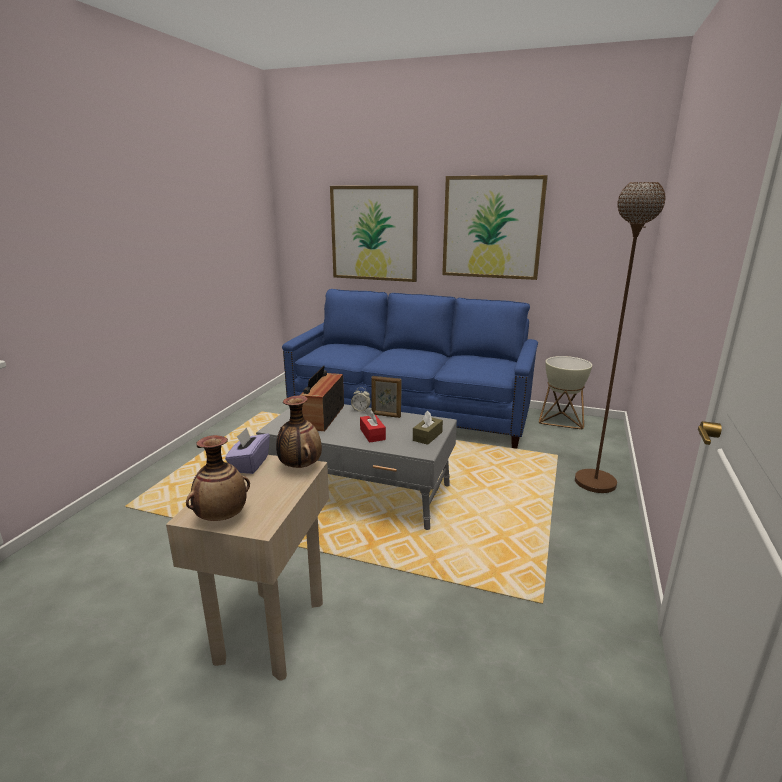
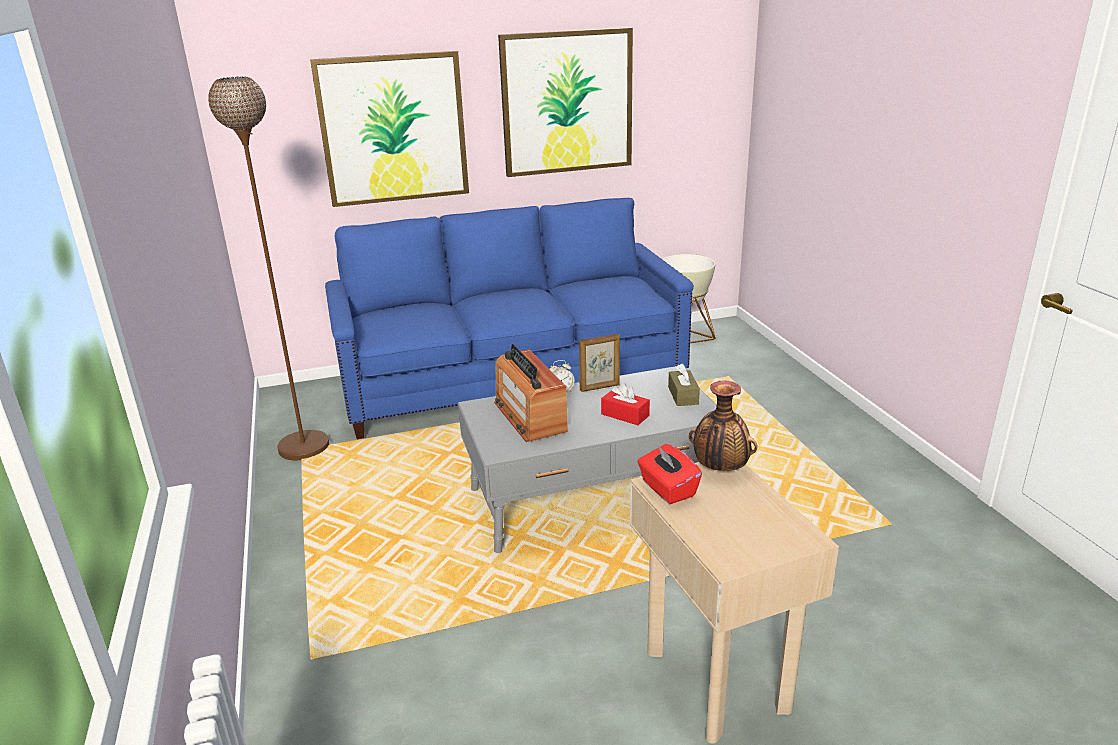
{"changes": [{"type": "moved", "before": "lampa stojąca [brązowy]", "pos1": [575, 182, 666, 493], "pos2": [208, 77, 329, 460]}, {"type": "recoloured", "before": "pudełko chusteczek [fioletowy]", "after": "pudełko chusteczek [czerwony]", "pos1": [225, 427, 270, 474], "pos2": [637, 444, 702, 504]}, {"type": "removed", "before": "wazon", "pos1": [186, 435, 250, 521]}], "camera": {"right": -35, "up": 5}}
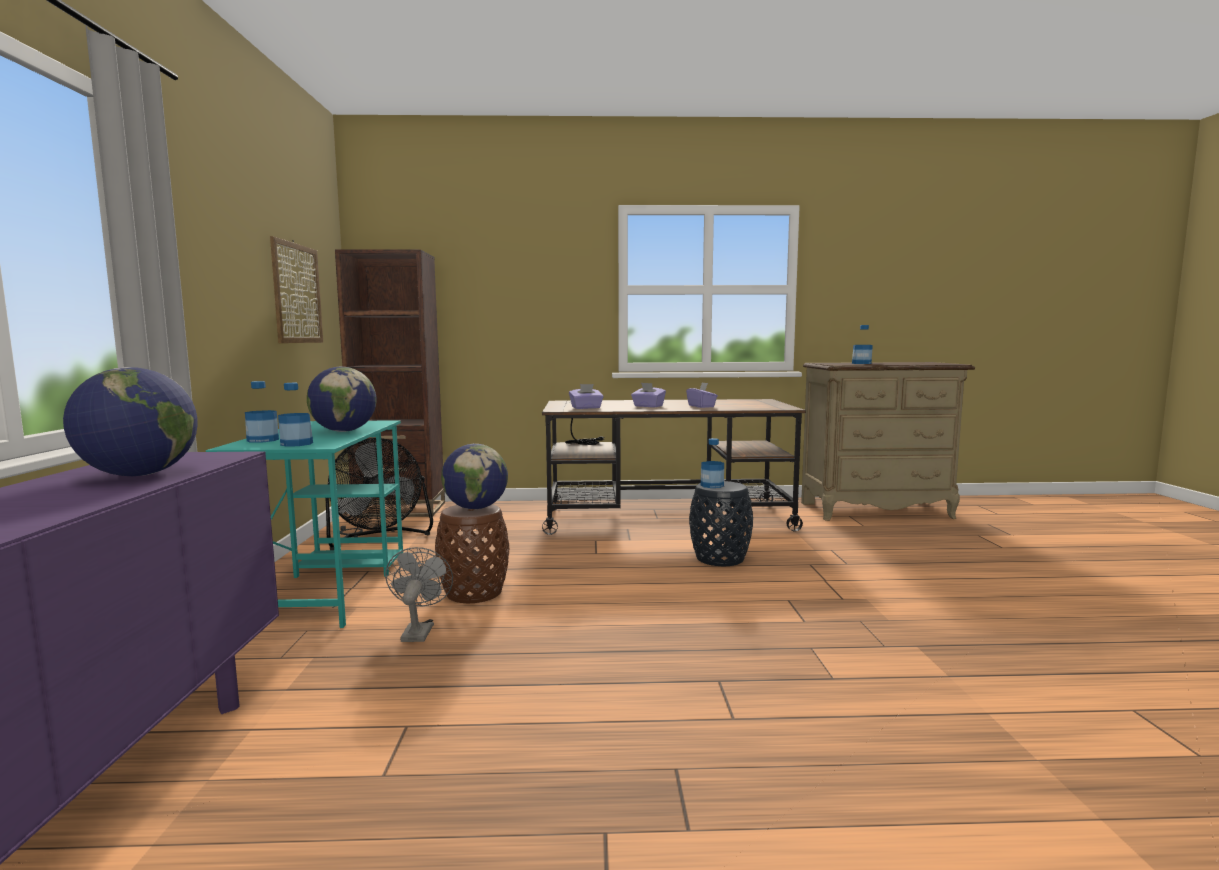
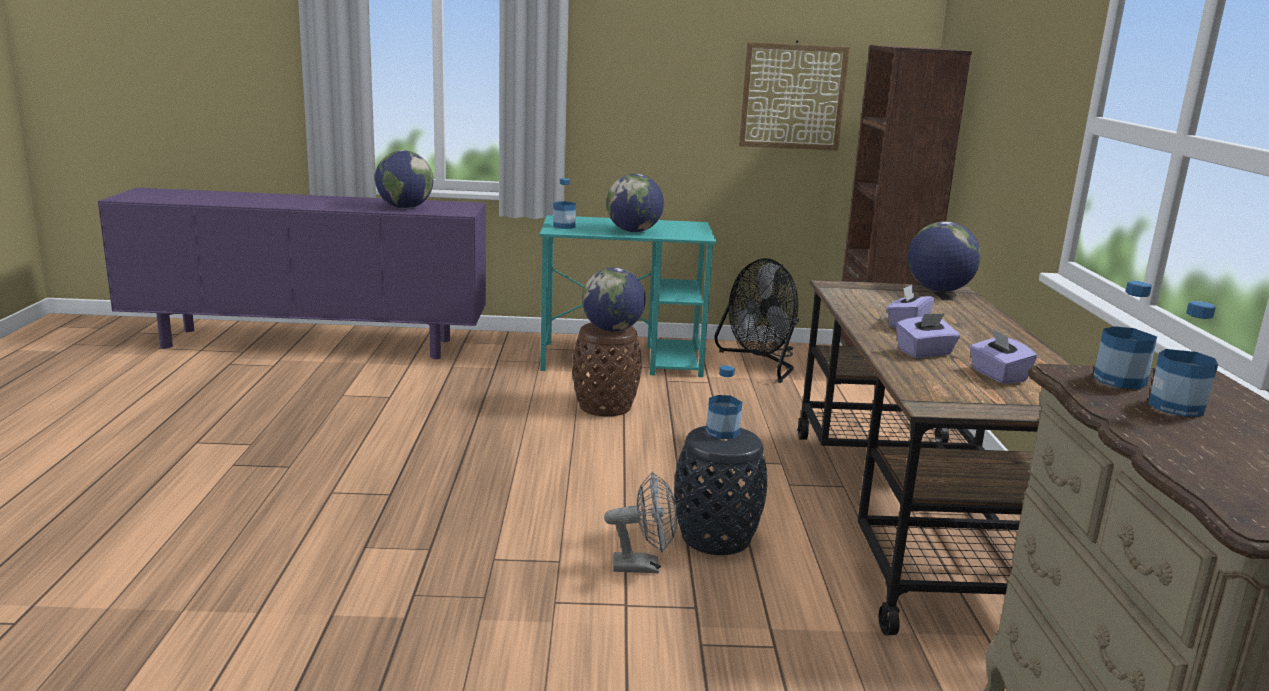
{"changes": [{"type": "moved", "before": "butelka", "pos1": [245, 381, 279, 443], "pos2": [1093, 281, 1157, 389]}, {"type": "moved", "before": "pudełko chusteczek [fioletowy]", "pos1": [569, 384, 604, 409], "pos2": [969, 329, 1037, 384]}, {"type": "moved", "before": "wentylator [szary]", "pos1": [385, 547, 453, 642], "pos2": [604, 472, 677, 573]}, {"type": "added", "after": "globus", "pos2": [908, 221, 981, 292]}], "camera": {"right": 90, "up": 10}}
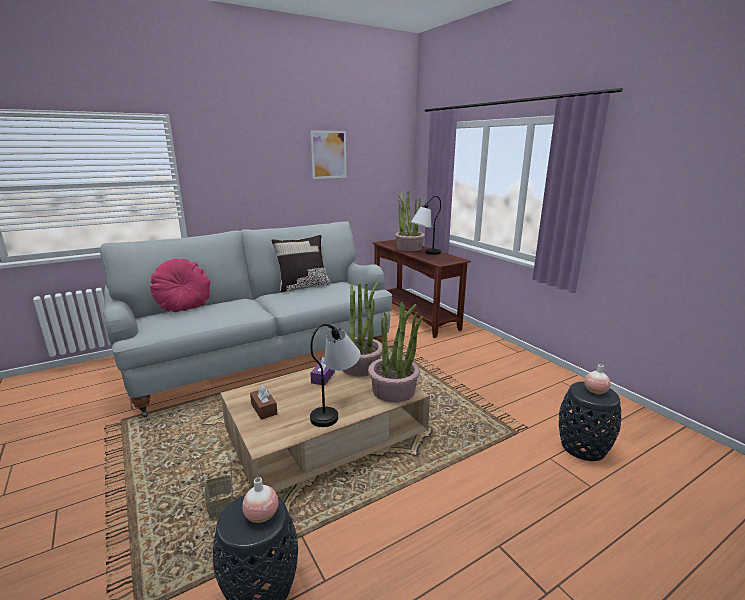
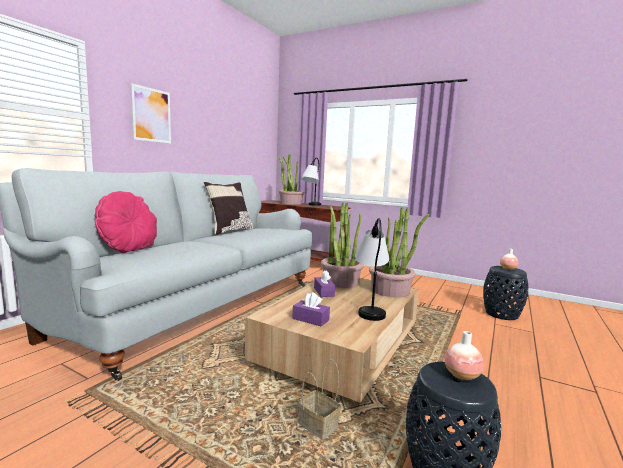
{"changes": [{"type": "moved", "before": "obraz", "pos1": [310, 130, 347, 179], "pos2": [131, 83, 171, 144]}, {"type": "recoloured", "before": "pudełko chusteczek [brązowy]", "after": "pudełko chusteczek [fioletowy]", "pos1": [250, 385, 277, 420], "pos2": [293, 292, 330, 327]}], "camera": {"right": -30, "up": -10}}
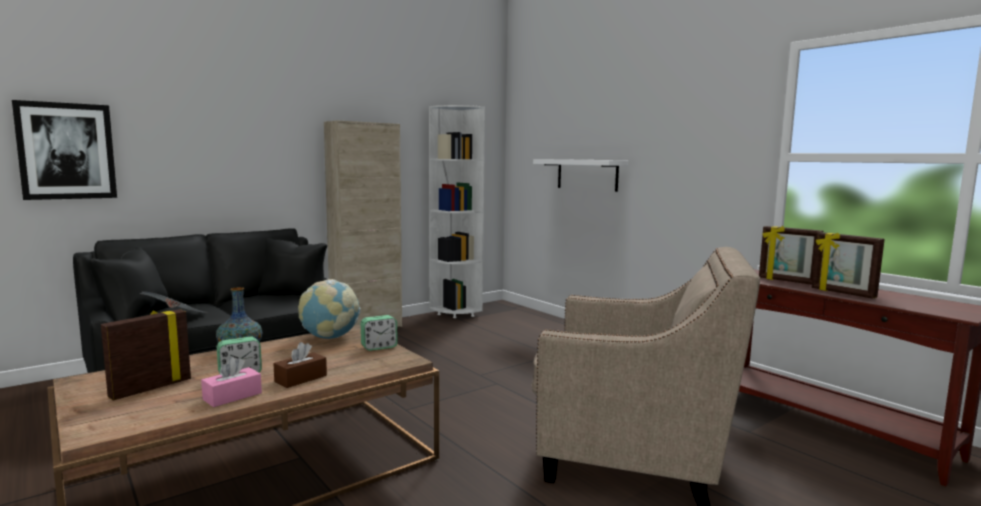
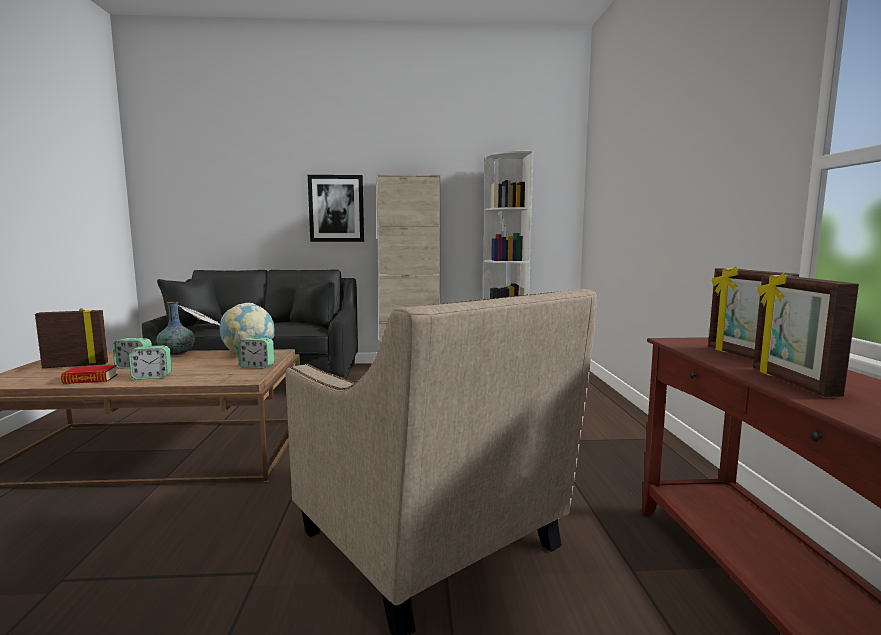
{"changes": [{"type": "moved", "before": "obraz", "pos1": [12, 100, 117, 200], "pos2": [308, 175, 364, 242]}, {"type": "removed", "before": "półka [biały]", "pos1": [533, 159, 628, 192]}, {"type": "replaced", "before": "pudełko chusteczek [brązowy]", "after": "budzik", "pos1": [273, 342, 327, 388], "pos2": [129, 345, 172, 380]}, {"type": "replaced", "before": "pudełko chusteczek [różowy]", "after": "książka", "pos1": [201, 357, 262, 407], "pos2": [61, 365, 117, 384]}], "camera": {"right": 35, "up": 0}}
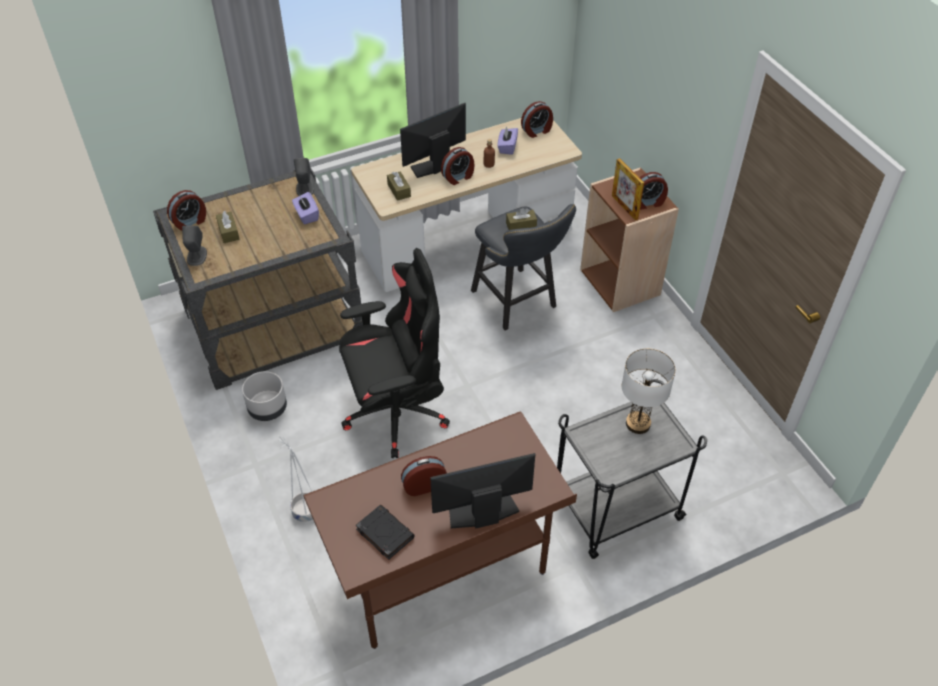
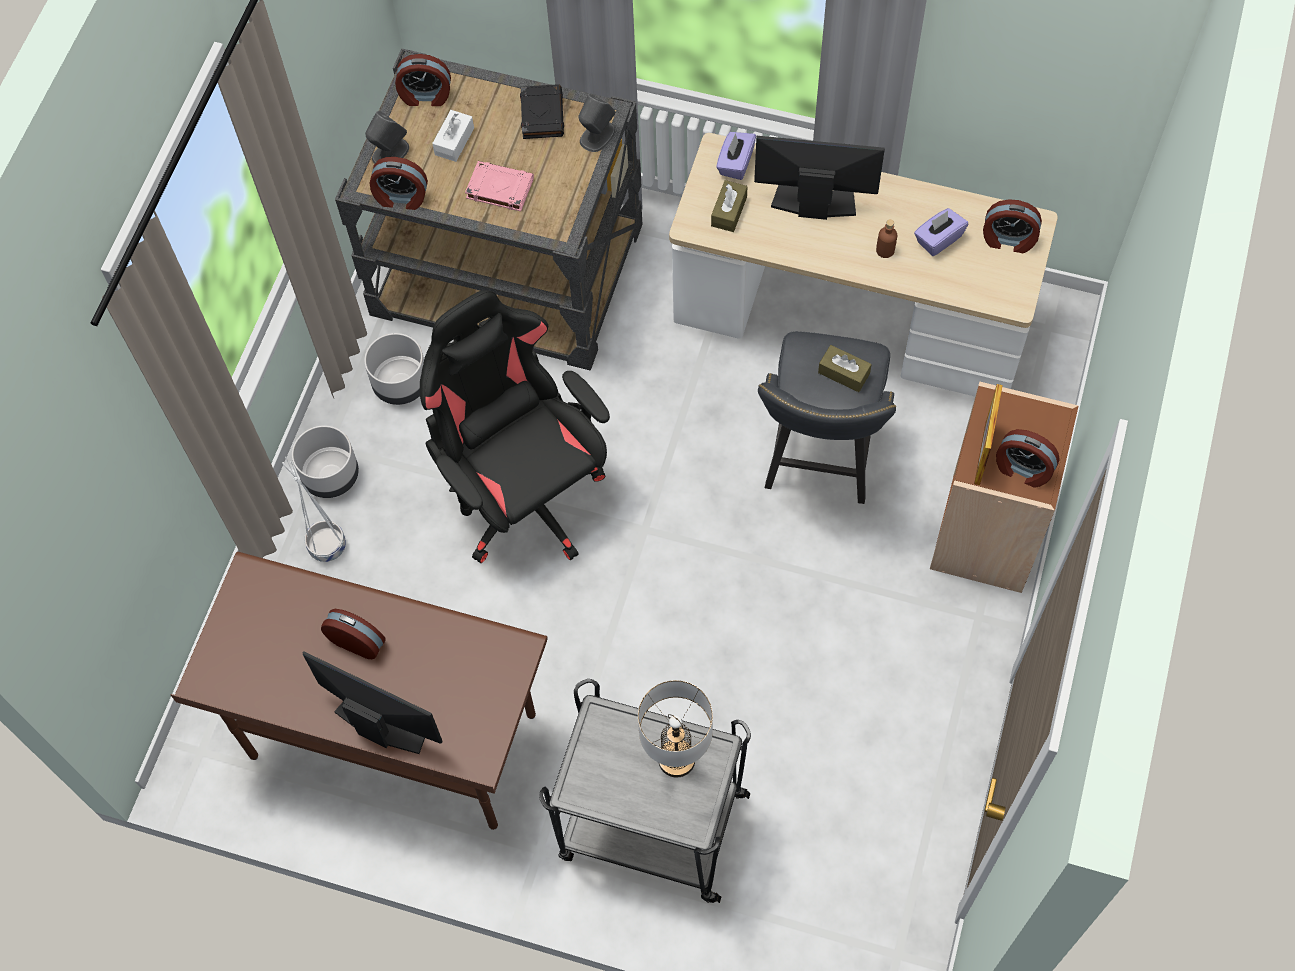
{"changes": [{"type": "moved", "before": "budzik", "pos1": [441, 147, 474, 185], "pos2": [369, 157, 428, 210]}, {"type": "moved", "before": "pudełko chusteczek [fioletowy]", "pos1": [292, 192, 319, 224], "pos2": [716, 132, 756, 180]}, {"type": "recoloured", "before": "pudełko chusteczek [brązowy]", "after": "pudełko chusteczek [biały]", "pos1": [216, 211, 240, 243], "pos2": [432, 110, 474, 162]}, {"type": "turned", "before": "krzesło biurowe [czarny]", "pos1": [339, 248, 450, 458], "pos2": [420, 290, 610, 563], "turn": -150}, {"type": "moved", "before": "książka [czarny]", "pos1": [356, 505, 415, 560], "pos2": [520, 84, 564, 139]}, {"type": "added", "after": "książka [różowy]", "pos2": [465, 161, 534, 211]}, {"type": "added", "after": "donica [szary]", "pos2": [292, 425, 359, 498]}], "camera": {"right": 45, "up": 15}}
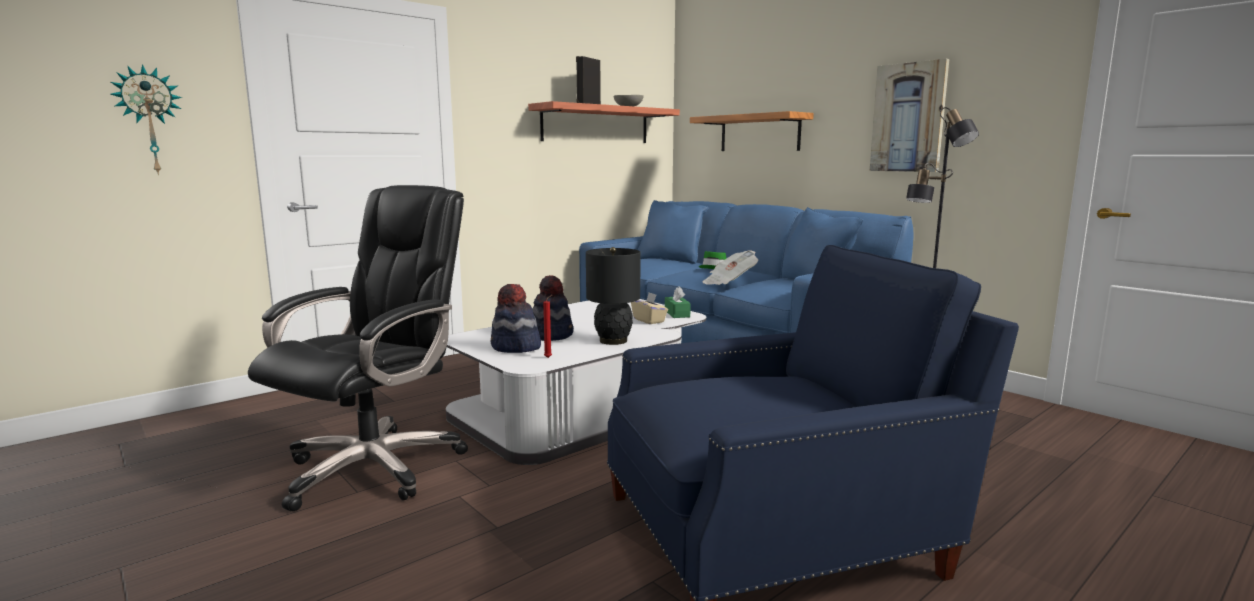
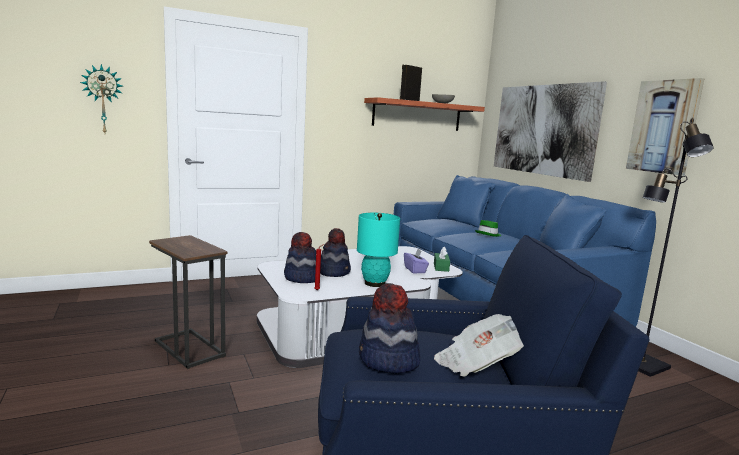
{"changes": [{"type": "replaced", "before": "półka", "after": "obraz", "pos1": [690, 111, 814, 151], "pos2": [494, 81, 607, 182]}, {"type": "replaced", "before": "krzesło biurowe [czarny]", "after": "stolik [brązowy]", "pos1": [248, 185, 468, 511], "pos2": [149, 235, 228, 369]}, {"type": "recoloured", "before": "lampa stołowa [czarny]", "after": "lampa stołowa [turkusowy]", "pos1": [586, 247, 640, 345], "pos2": [357, 213, 400, 287]}, {"type": "moved", "before": "gazeta", "pos1": [702, 251, 758, 285], "pos2": [434, 314, 524, 377]}, {"type": "recoloured", "before": "pudełko chusteczek [beżowy]", "after": "pudełko chusteczek [fioletowy]", "pos1": [631, 292, 668, 324], "pos2": [404, 249, 429, 273]}, {"type": "added", "after": "kapelusz", "pos2": [359, 283, 420, 373]}], "camera": {"right": 15, "up": 0}}
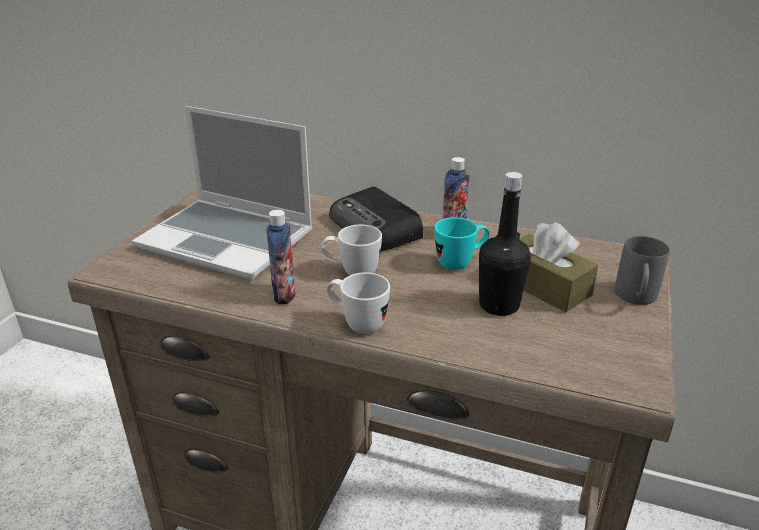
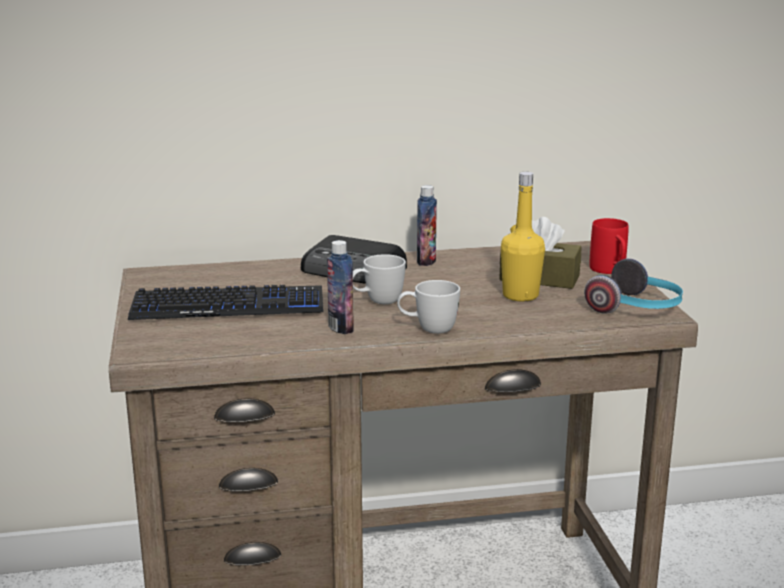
{"changes": [{"type": "replaced", "before": "laptop", "after": "klawiatura", "pos1": [132, 106, 313, 281], "pos2": [128, 285, 324, 320]}, {"type": "recoloured", "before": "butelka [czarny]", "after": "butelka [żółty]", "pos1": [479, 172, 531, 316], "pos2": [501, 172, 545, 301]}, {"type": "removed", "before": "kubek [turkusowy]", "pos1": [434, 218, 489, 270]}, {"type": "recoloured", "before": "kubek [szary]", "after": "kubek [czerwony]", "pos1": [615, 236, 670, 305], "pos2": [590, 218, 629, 274]}, {"type": "added", "after": "słuchawki", "pos2": [584, 258, 683, 314]}], "camera": {"right": -30, "up": -10}}
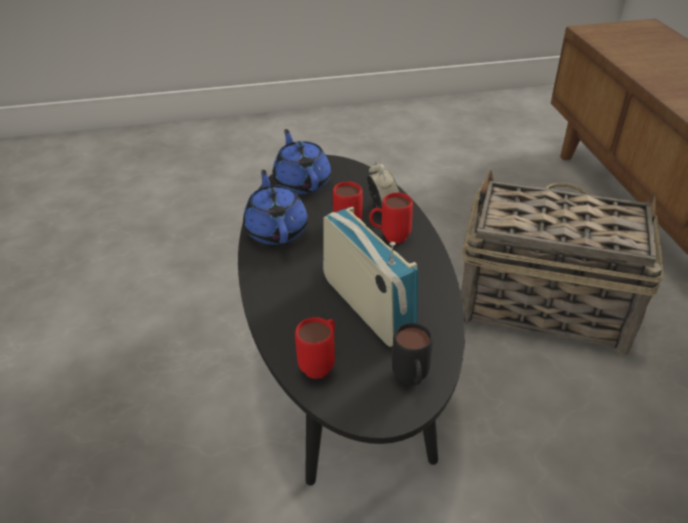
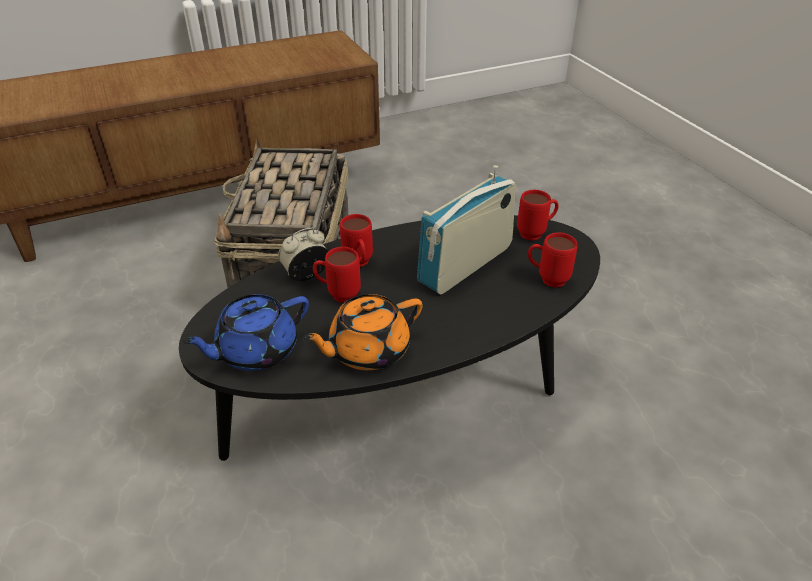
{"changes": [{"type": "recoloured", "before": "imbryk [niebieski]", "after": "imbryk [pomarańczowy]", "pos1": [243, 170, 308, 245], "pos2": [302, 294, 423, 370]}, {"type": "recoloured", "before": "kubek [czarny]", "after": "kubek [czerwony]", "pos1": [392, 323, 433, 385], "pos2": [517, 190, 558, 240]}], "camera": {"right": -105, "up": 0}}
